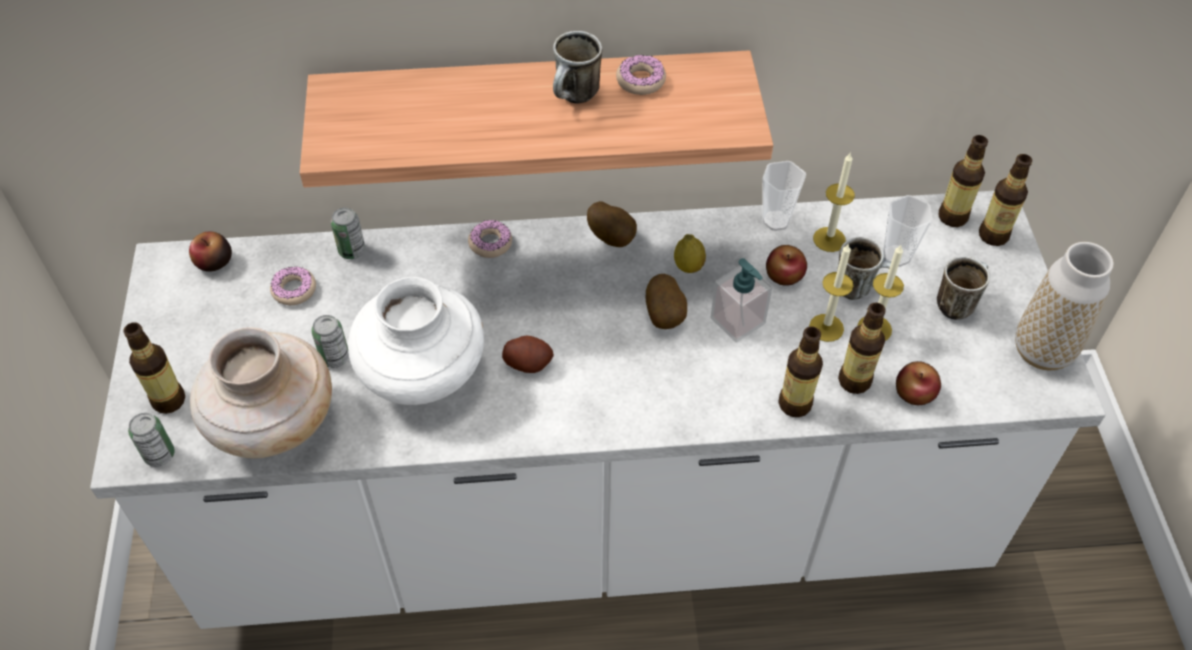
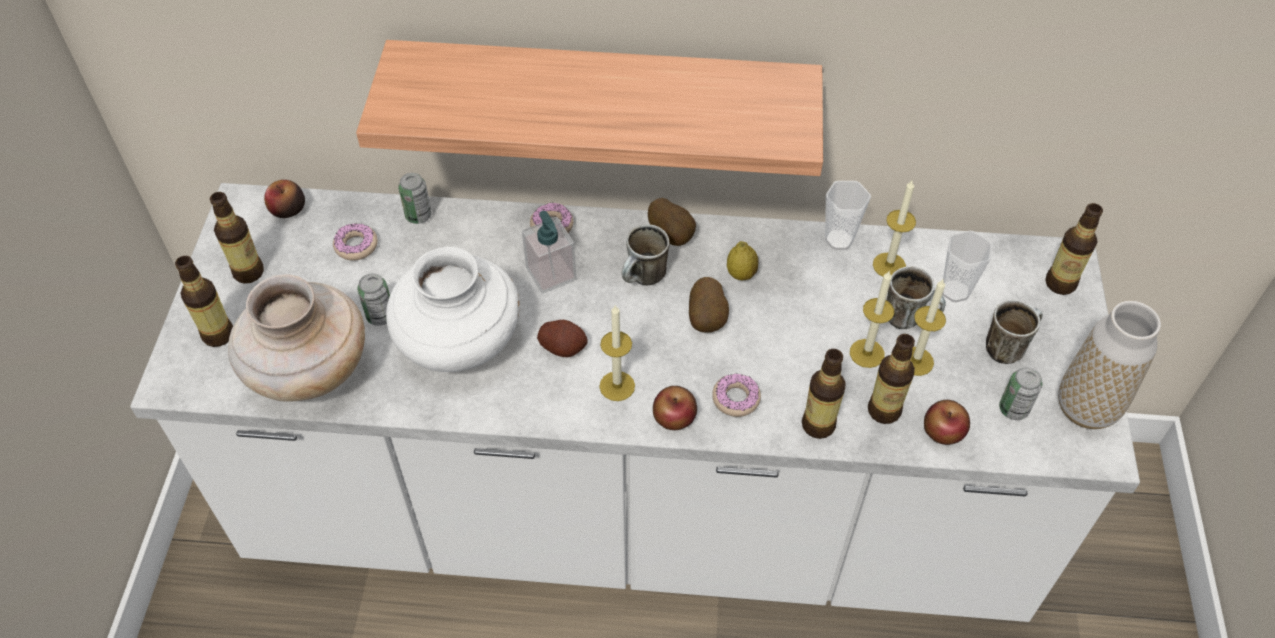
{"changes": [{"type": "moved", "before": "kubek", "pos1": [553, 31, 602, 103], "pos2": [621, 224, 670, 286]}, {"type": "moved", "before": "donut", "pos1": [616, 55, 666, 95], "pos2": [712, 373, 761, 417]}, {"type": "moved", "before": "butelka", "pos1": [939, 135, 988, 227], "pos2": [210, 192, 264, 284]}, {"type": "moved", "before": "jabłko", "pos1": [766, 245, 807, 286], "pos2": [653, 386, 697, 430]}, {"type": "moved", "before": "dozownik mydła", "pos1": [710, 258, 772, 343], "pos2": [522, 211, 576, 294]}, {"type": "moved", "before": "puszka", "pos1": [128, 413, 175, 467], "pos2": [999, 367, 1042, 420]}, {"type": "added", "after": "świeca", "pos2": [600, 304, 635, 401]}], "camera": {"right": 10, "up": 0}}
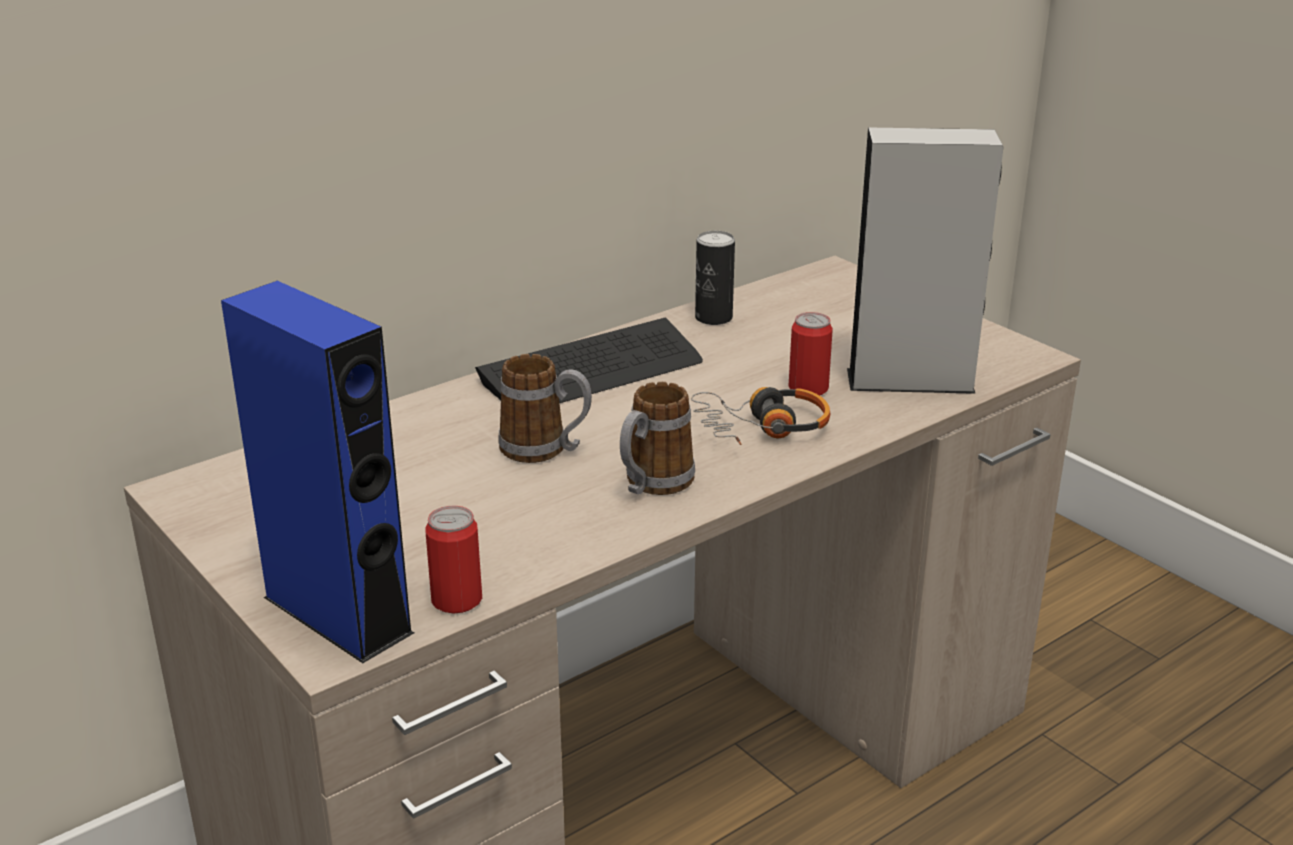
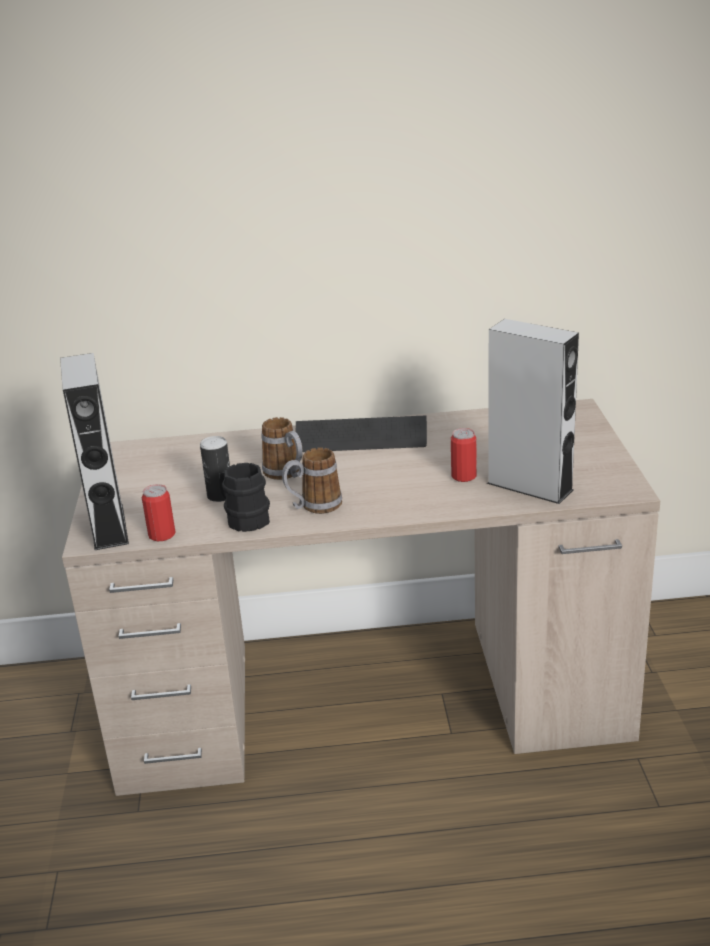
{"changes": [{"type": "moved", "before": "puszka", "pos1": [695, 231, 735, 325], "pos2": [200, 436, 230, 502]}, {"type": "recoloured", "before": "głośnik [niebieski]", "after": "głośnik [szary]", "pos1": [221, 281, 414, 663], "pos2": [60, 353, 129, 550]}, {"type": "removed", "before": "słuchawki", "pos1": [691, 387, 830, 445]}, {"type": "added", "after": "kubek [czarny]", "pos2": [219, 463, 270, 532]}], "camera": {"right": 35, "up": 0}}
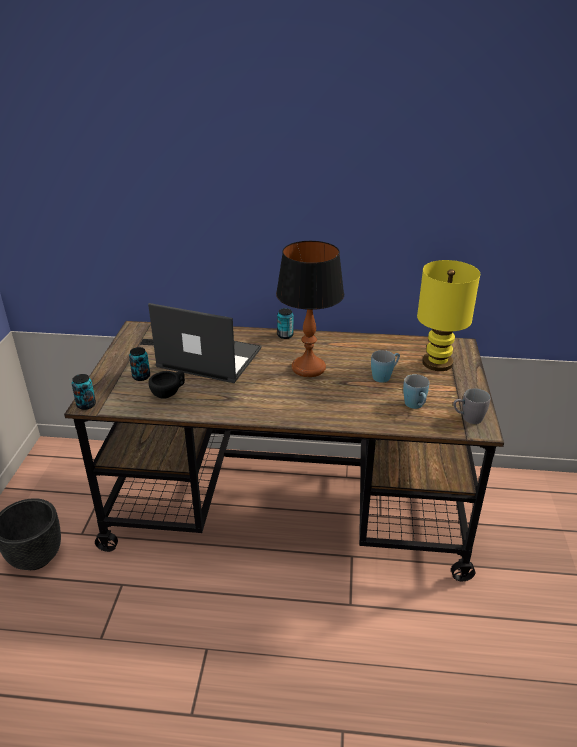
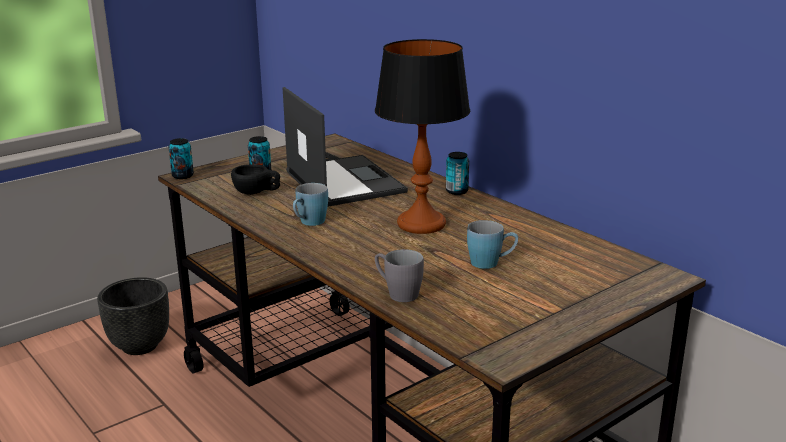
{"changes": [{"type": "removed", "before": "lampa stołowa [żółty]", "pos1": [417, 260, 480, 371]}, {"type": "moved", "before": "kubek [niebieski]", "pos1": [403, 374, 429, 409], "pos2": [293, 183, 328, 226]}, {"type": "moved", "before": "kubek [szary]", "pos1": [453, 388, 491, 424], "pos2": [375, 249, 424, 302]}], "camera": {"right": 45, "up": -10}}
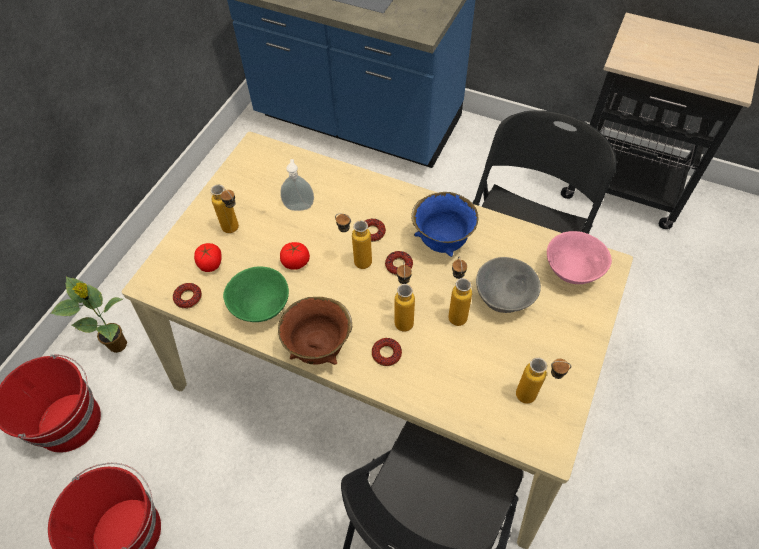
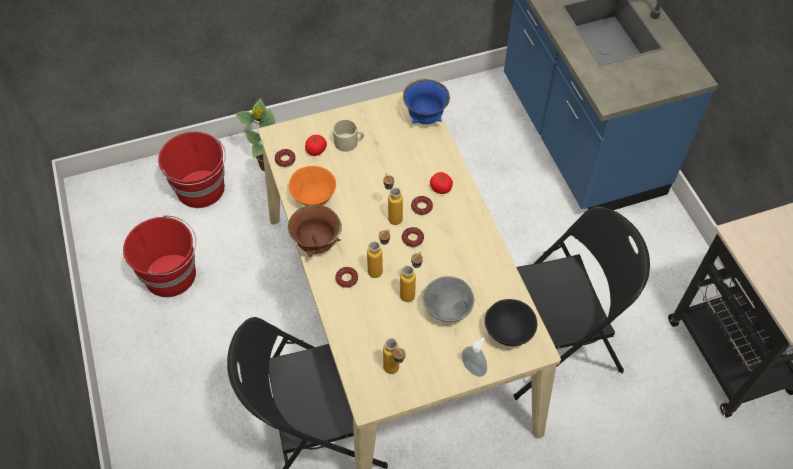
{"changes": [{"type": "moved", "before": "dozownik mydła", "pos1": [280, 159, 314, 211], "pos2": [462, 337, 487, 377]}, {"type": "replaced", "before": "butelka", "after": "kubek [beżowy]", "pos1": [210, 185, 239, 233], "pos2": [333, 119, 364, 152]}, {"type": "moved", "before": "miska [niebieski]", "pos1": [411, 192, 478, 257], "pos2": [403, 79, 450, 124]}, {"type": "recoloured", "before": "miska [różowy]", "after": "miska [czarny]", "pos1": [547, 231, 612, 284], "pos2": [485, 299, 537, 346]}, {"type": "moved", "before": "pomidor", "pos1": [280, 242, 310, 270], "pos2": [430, 172, 453, 194]}, {"type": "recoloured", "before": "miska [zielony]", "after": "miska [pomarańczowy]", "pos1": [223, 266, 289, 322], "pos2": [289, 166, 336, 206]}], "camera": {"right": 45, "up": 0}}
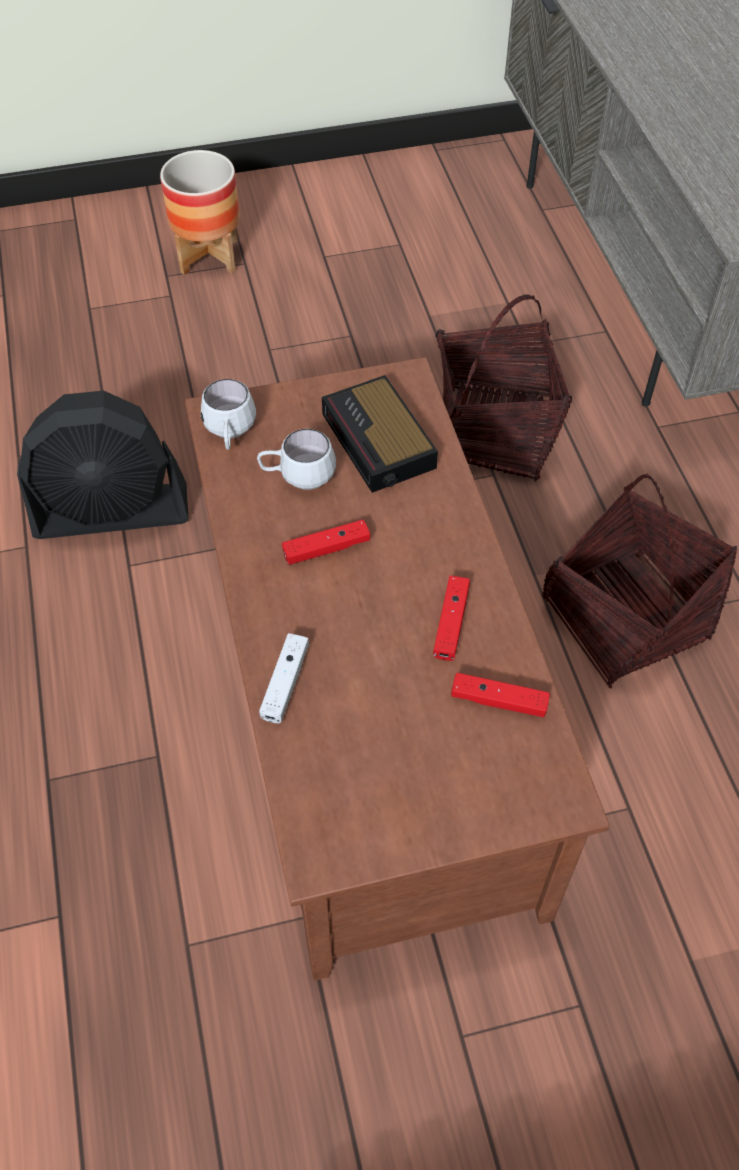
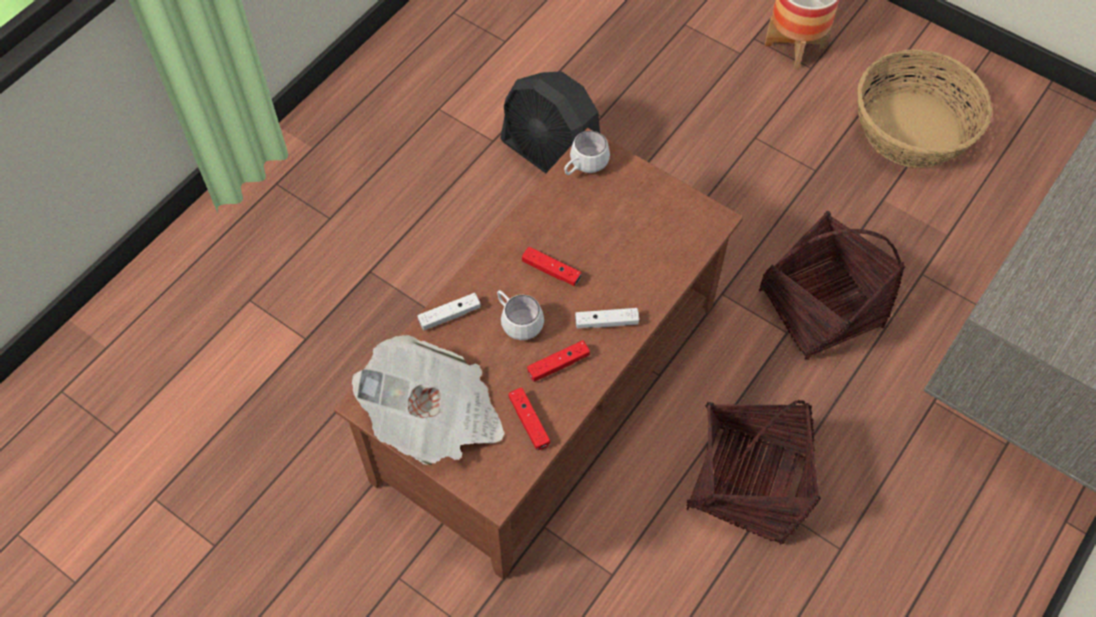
{"changes": [{"type": "removed", "before": "budzik", "pos1": [322, 375, 438, 493]}, {"type": "moved", "before": "kubek [biały]", "pos1": [257, 429, 336, 490], "pos2": [497, 290, 544, 340]}, {"type": "added", "after": "koszyk", "pos2": [857, 49, 992, 168]}, {"type": "added", "after": "pad do gier [biały]", "pos2": [575, 308, 639, 328]}, {"type": "added", "after": "gazeta", "pos2": [352, 335, 505, 465]}], "camera": {"right": 50, "up": 5}}
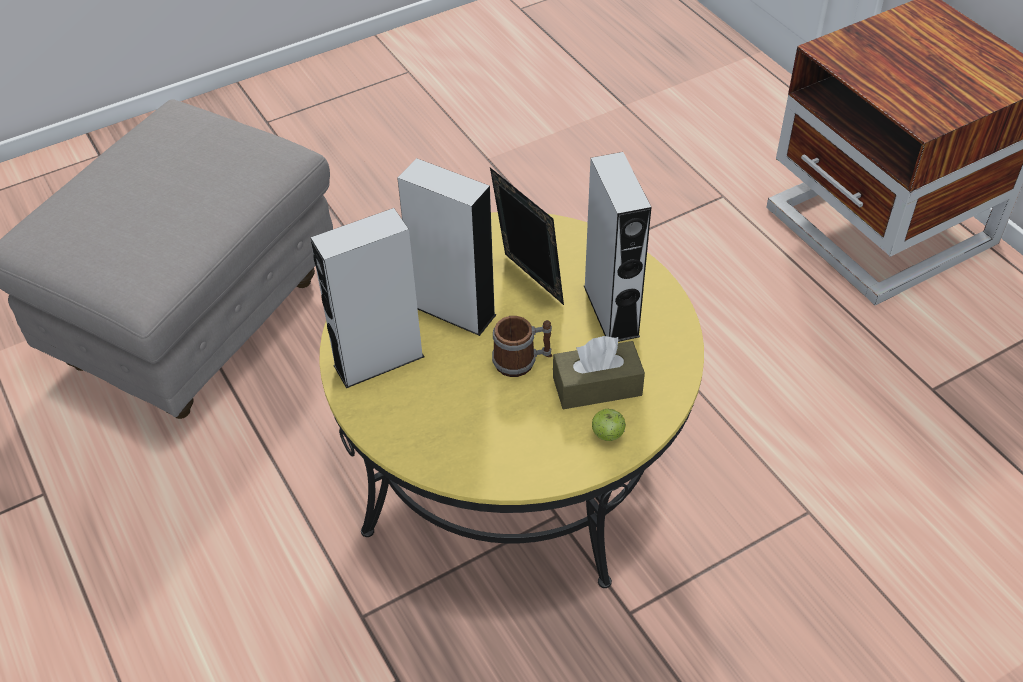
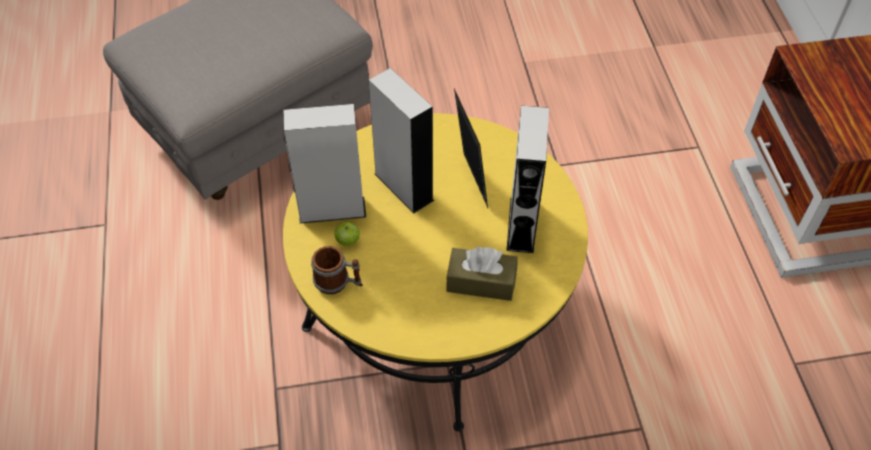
{"changes": [{"type": "moved", "before": "kubek", "pos1": [492, 316, 552, 377], "pos2": [311, 246, 363, 294]}, {"type": "moved", "before": "jabłko", "pos1": [592, 409, 626, 441], "pos2": [335, 222, 360, 246]}], "camera": {"right": 20, "up": 5}}
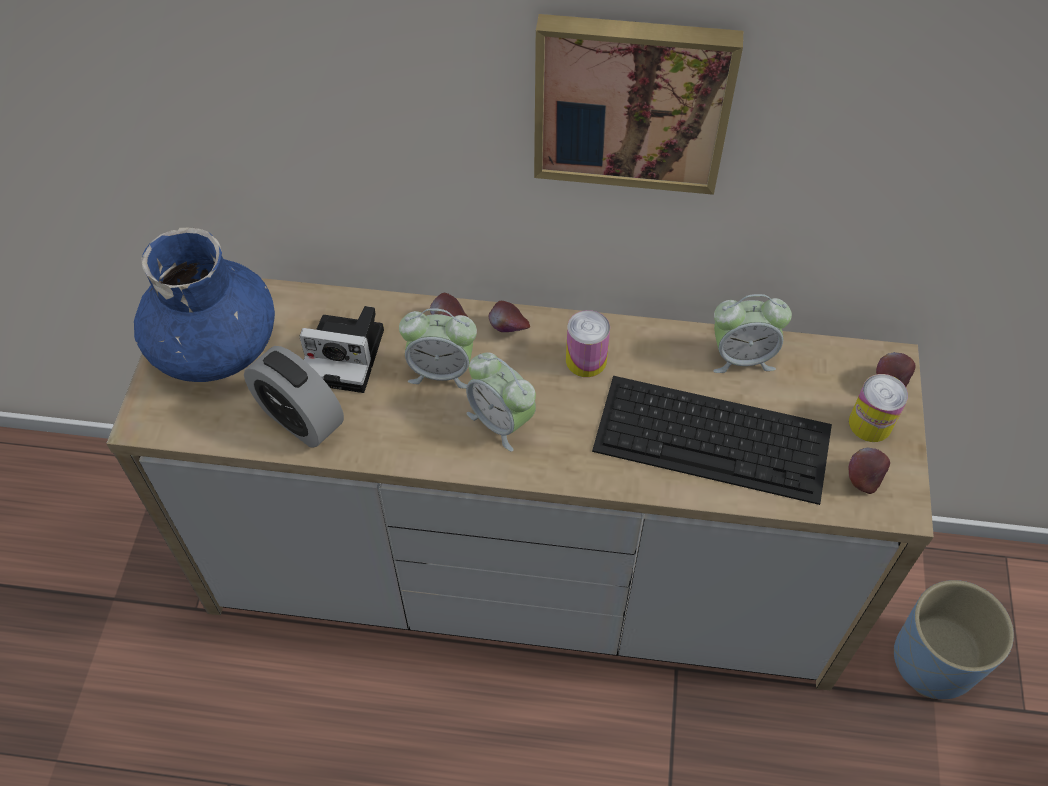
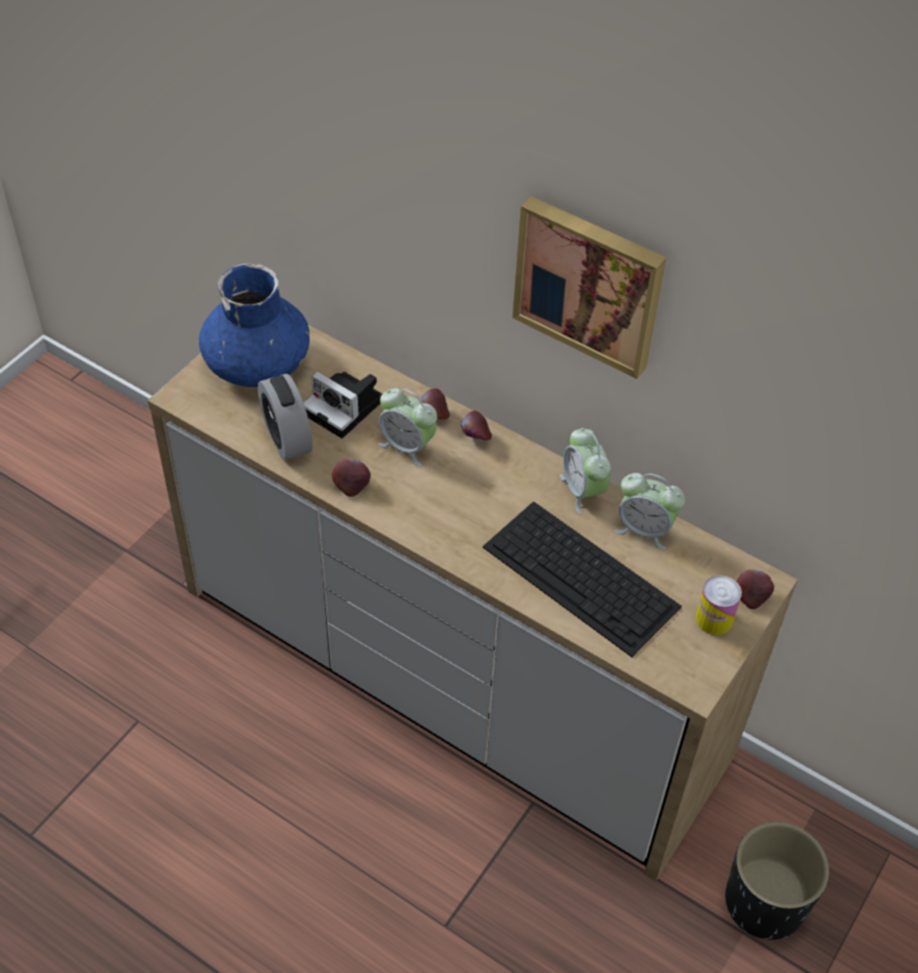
{"changes": [{"type": "removed", "before": "puszka", "pos1": [566, 310, 610, 377]}, {"type": "moved", "before": "budzik", "pos1": [466, 352, 536, 452], "pos2": [560, 428, 611, 514]}, {"type": "moved", "before": "jabłko", "pos1": [848, 447, 890, 494], "pos2": [332, 459, 371, 497]}, {"type": "recoloured", "before": "donica [niebieski]", "after": "donica [czarny]", "pos1": [894, 580, 1014, 699], "pos2": [725, 822, 829, 940]}], "camera": {"right": 25, "up": -5}}
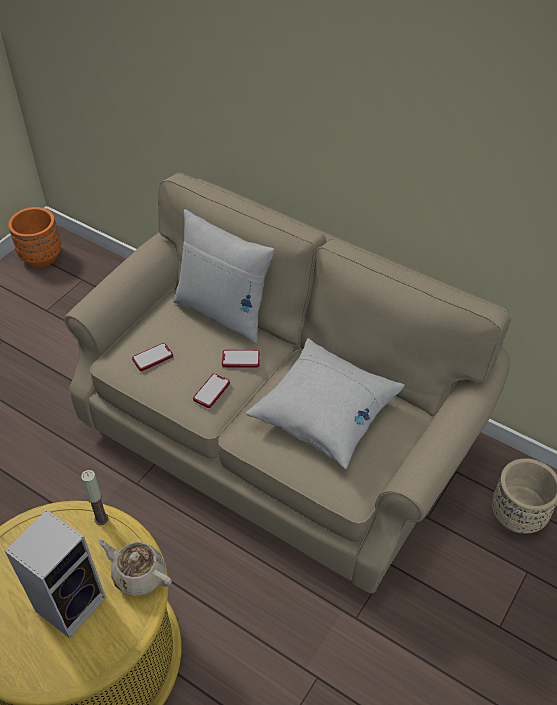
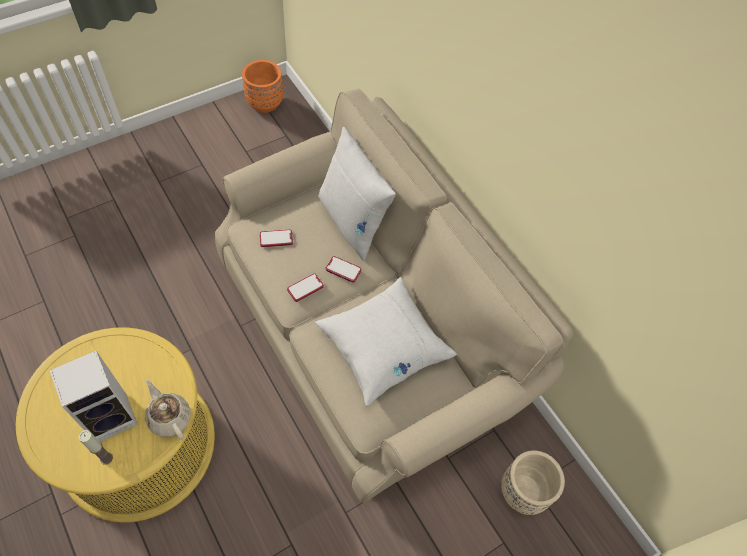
{"changes": [{"type": "moved", "before": "świeca", "pos1": [81, 470, 109, 525], "pos2": [78, 430, 113, 465]}], "camera": {"right": 20, "up": 10}}
